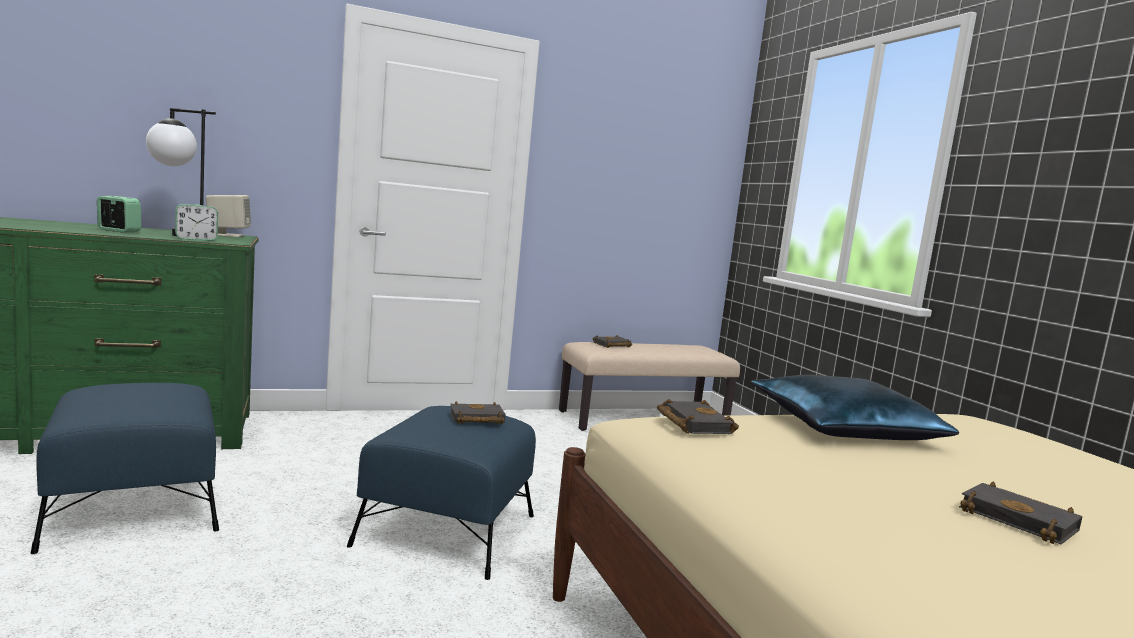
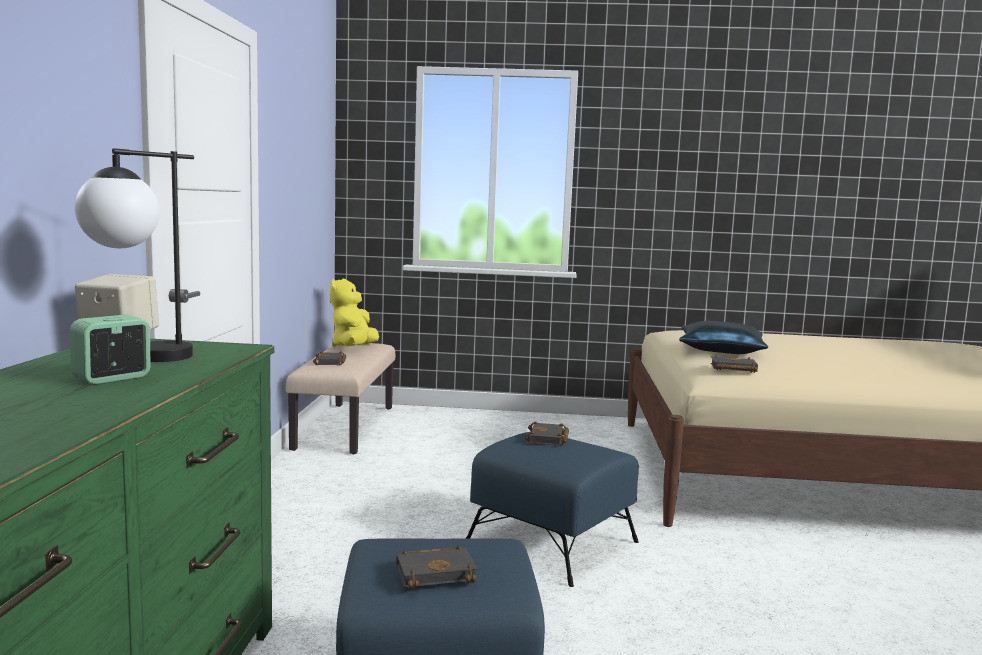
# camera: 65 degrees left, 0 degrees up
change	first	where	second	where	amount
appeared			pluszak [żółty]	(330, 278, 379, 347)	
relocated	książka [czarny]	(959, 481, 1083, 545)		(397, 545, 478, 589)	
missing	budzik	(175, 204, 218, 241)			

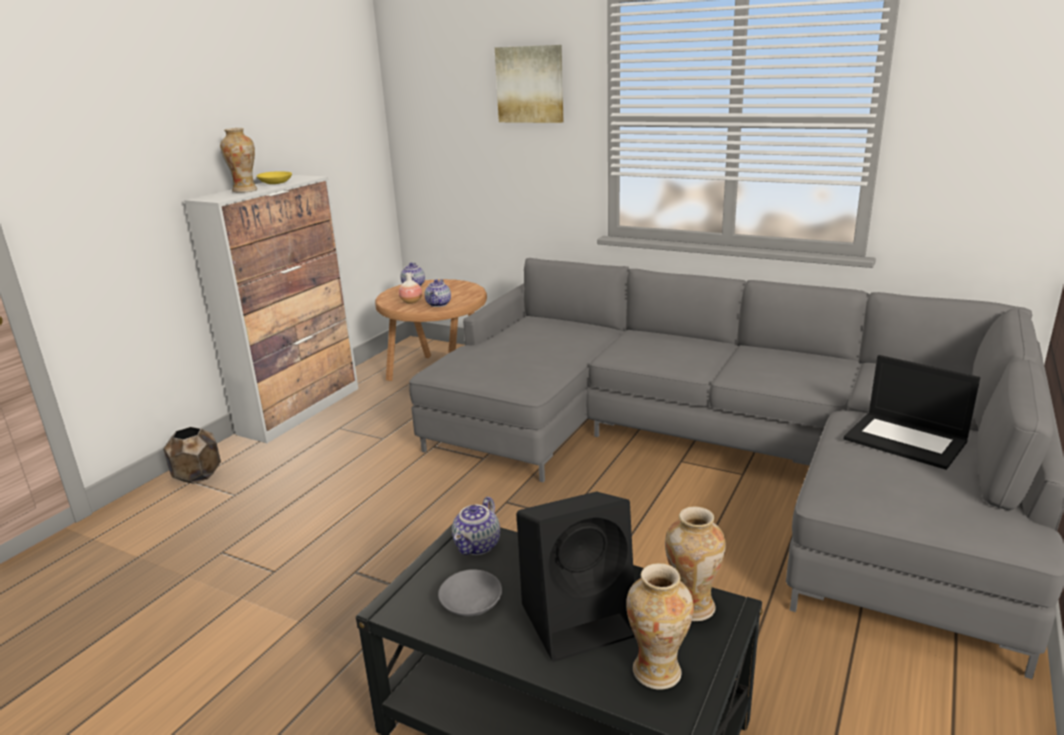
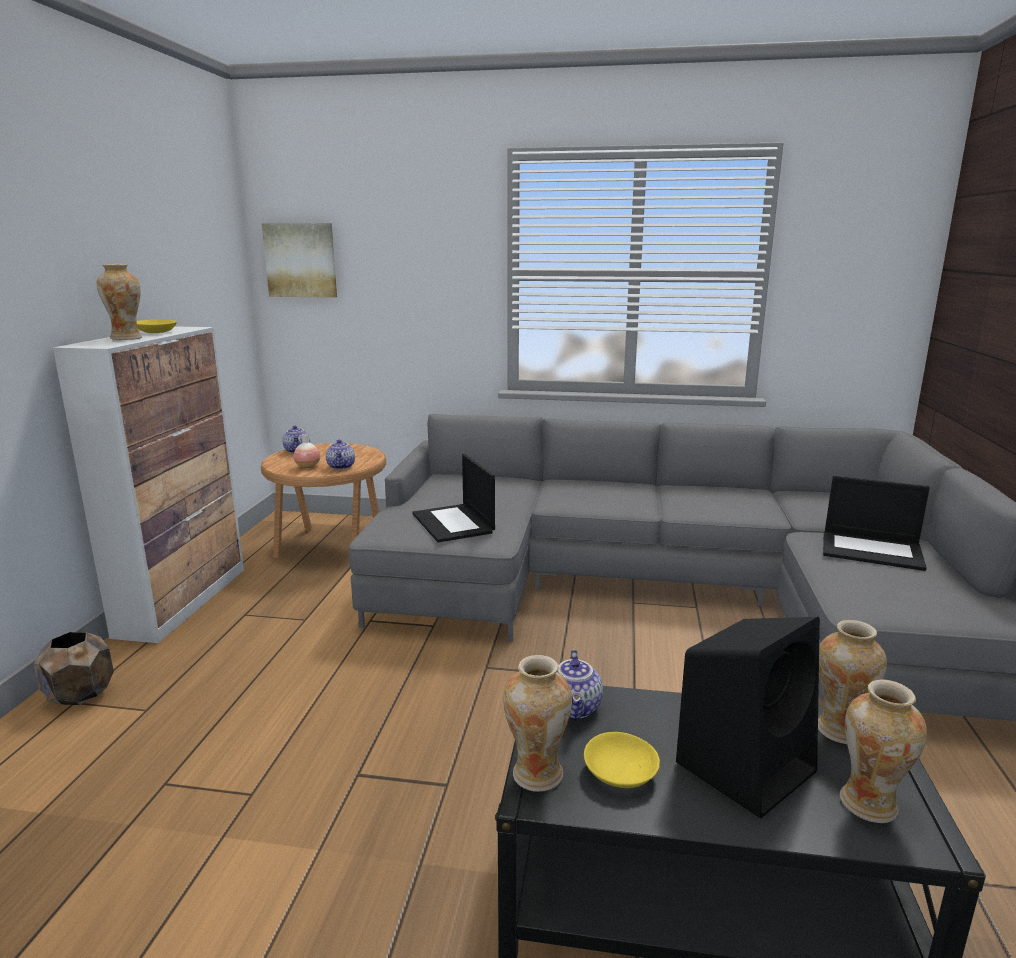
# camera: 20 degrees left, 5 degrees down
change	first	where	second	where	amount
relocated	obraz	(495, 45, 563, 123)		(262, 223, 337, 298)	
appeared			laptop	(413, 454, 495, 543)	
appeared			wazon	(503, 655, 572, 792)	
colour	miska [szary]	(438, 569, 502, 617)	miska [żółty]	(584, 732, 660, 788)	

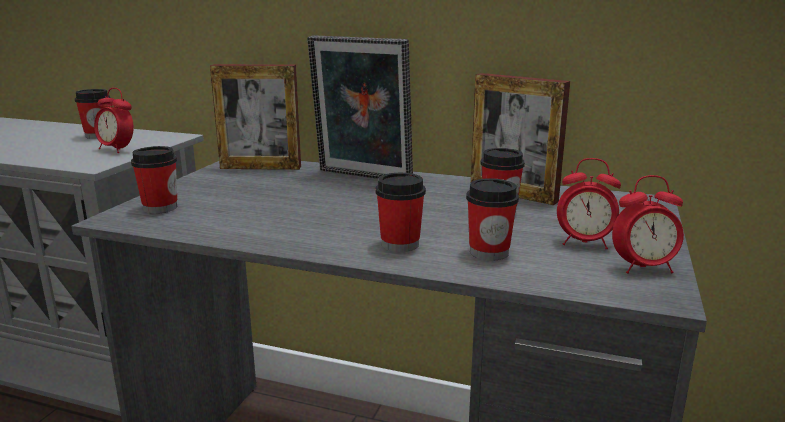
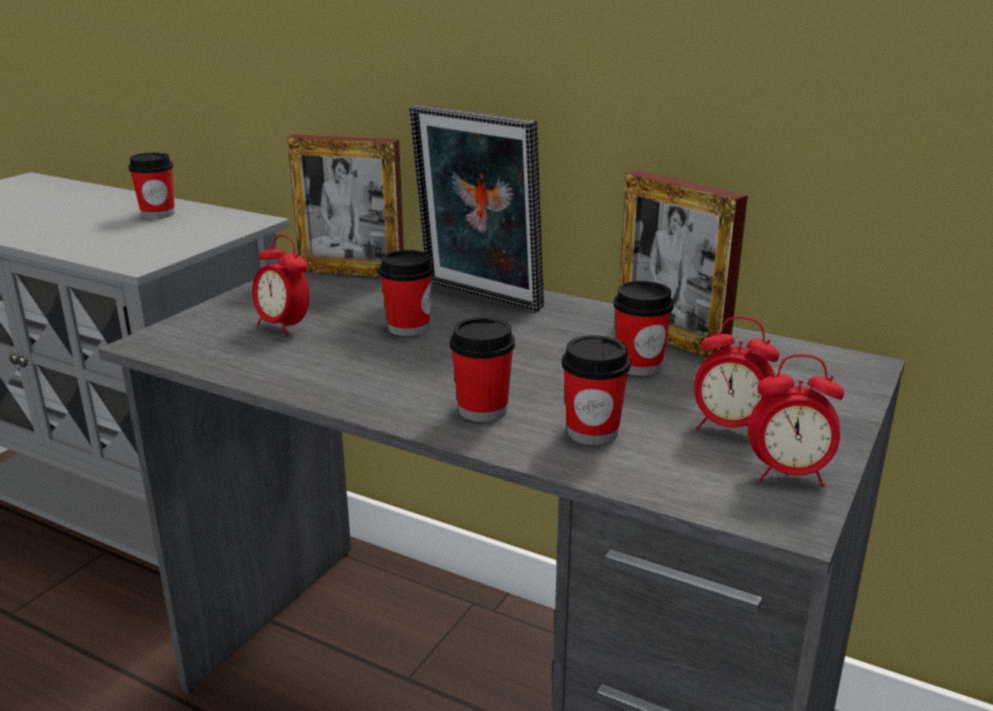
# camera: 10 degrees right, 5 degrees up
change	first	where	second	where	amount
relocated	budzik	(94, 88, 134, 153)		(252, 235, 310, 336)	
relocated	filiżanka	(131, 146, 177, 214)		(379, 250, 434, 336)	

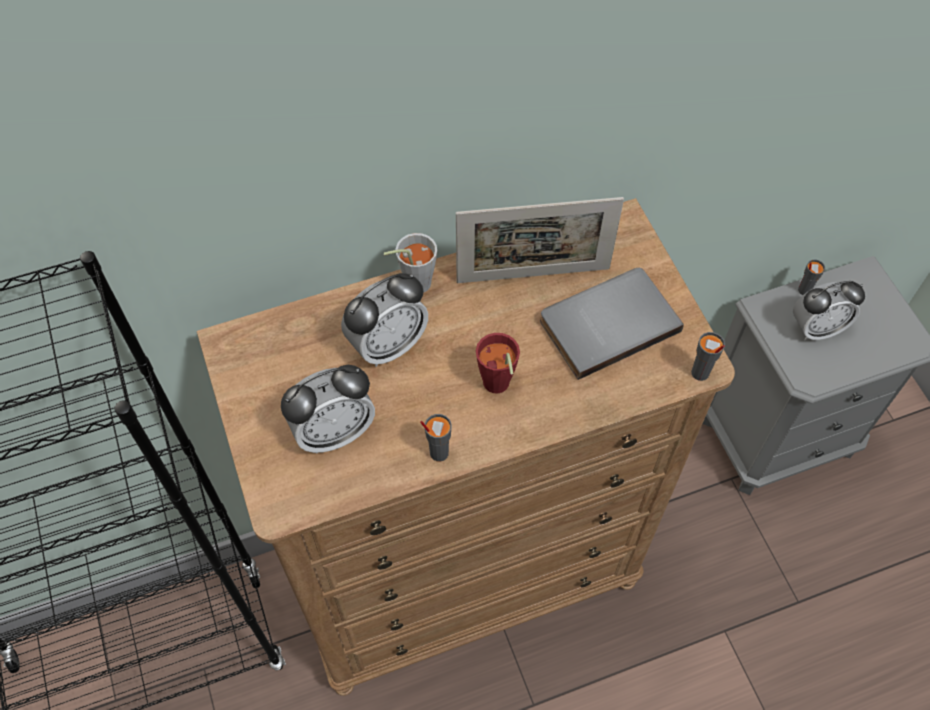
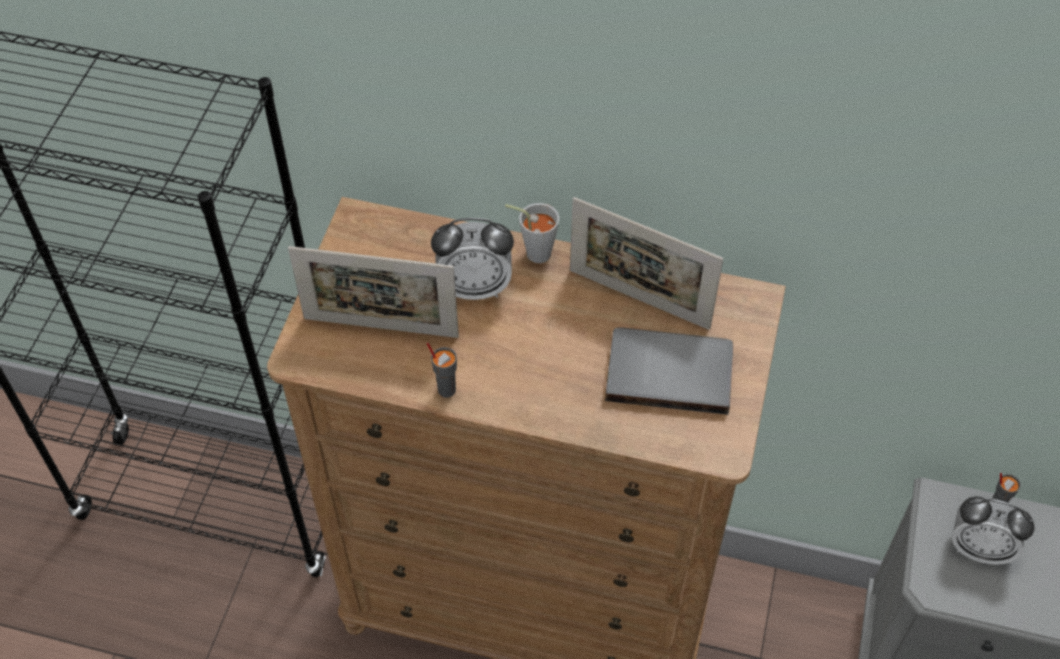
# camera: 35 degrees right, 5 degrees down
change	first	where	second	where	amount
exchanged	budzik	(281, 365, 375, 453)	ramka na zdjęcie	(288, 246, 459, 338)	
missing	filiżanka [czerwony]	(476, 333, 520, 393)			
missing	filiżanka [szary]	(691, 332, 725, 381)			

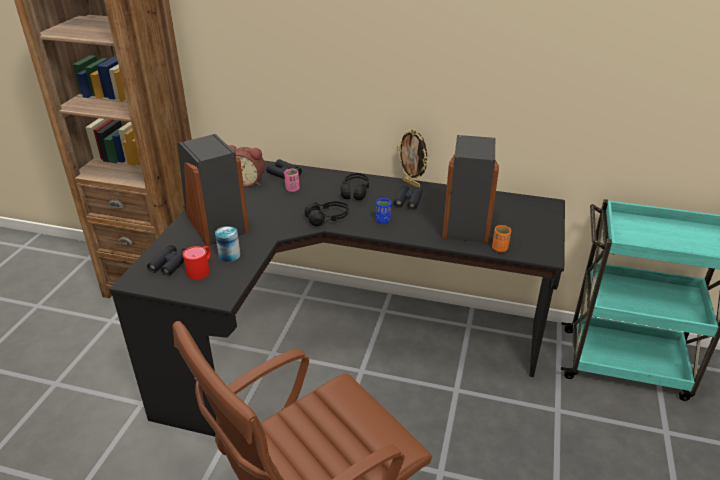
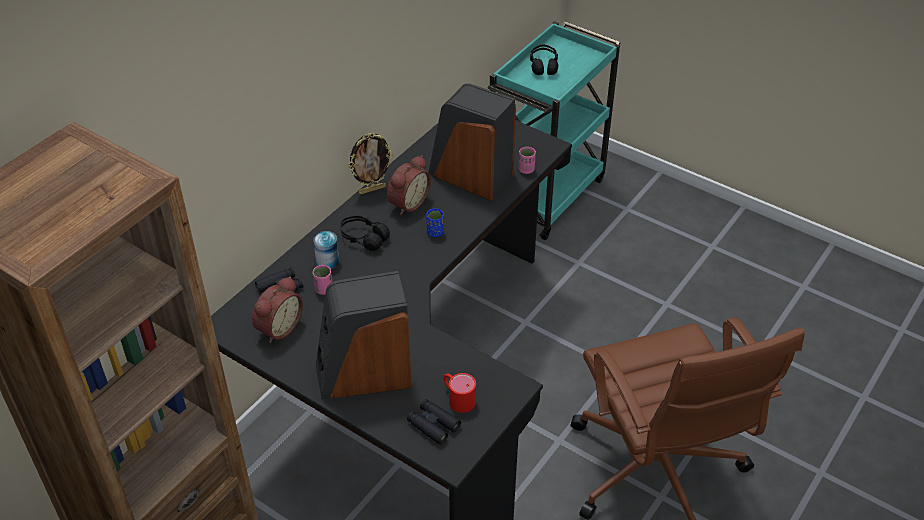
# camera: 70 degrees left, 10 degrees up
change	first	where	second	where	amount
relocated	puszka	(215, 226, 240, 262)		(313, 231, 339, 269)	
exchanged	lornetka [czarny]	(393, 185, 423, 210)	budzik	(387, 155, 431, 215)	
colour	filiżanka [pomarańczowy]	(492, 225, 511, 252)	filiżanka [różowy]	(518, 147, 536, 174)	
relocated	słuchawki [czarny]	(304, 201, 349, 226)		(530, 44, 558, 75)	

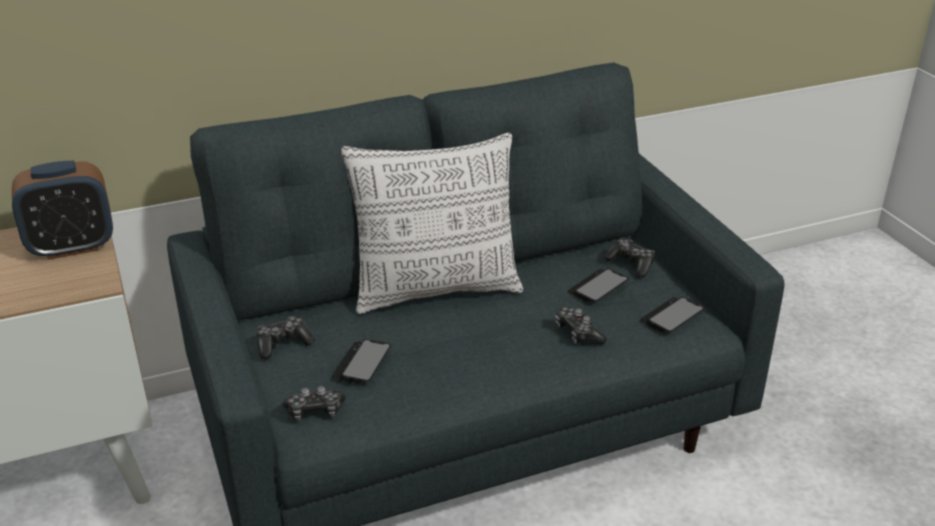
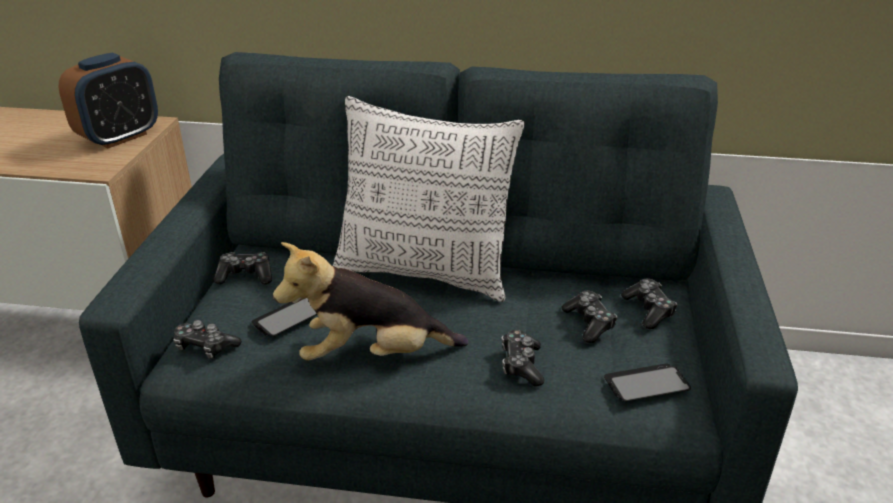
# camera: 30 degrees right, 0 degrees up
change	first	where	second	where	amount
spun	budzik	(12, 161, 113, 260)		(59, 53, 158, 148)	60 degrees counterclockwise
appeared			pluszak	(273, 242, 469, 361)	
exchanged	telefon	(567, 269, 629, 302)	pad do gier	(561, 291, 617, 343)	

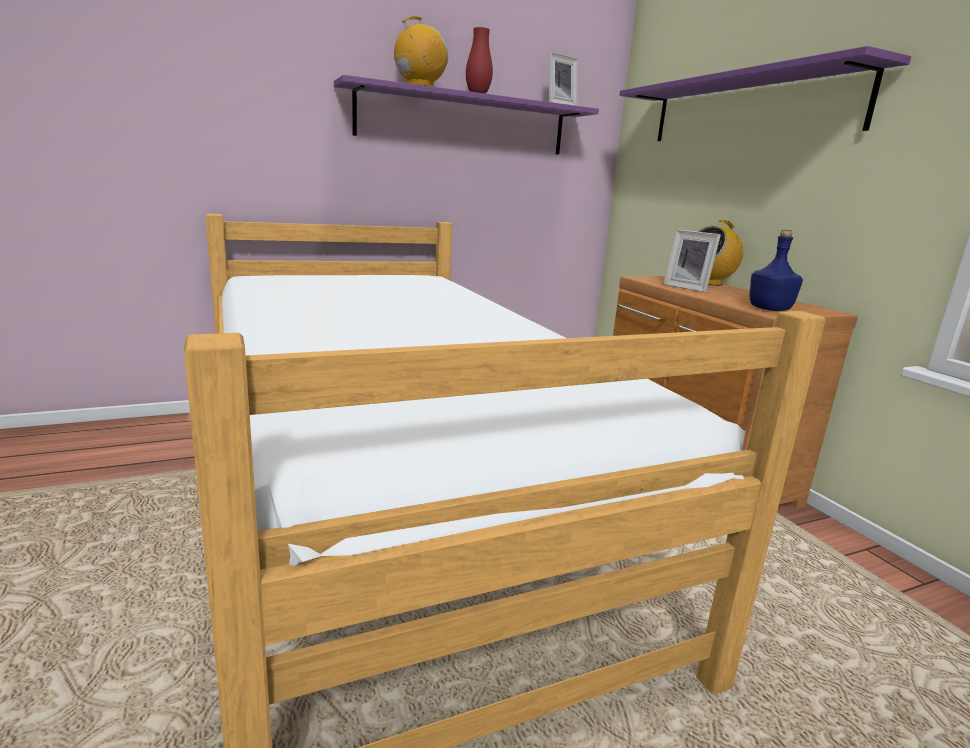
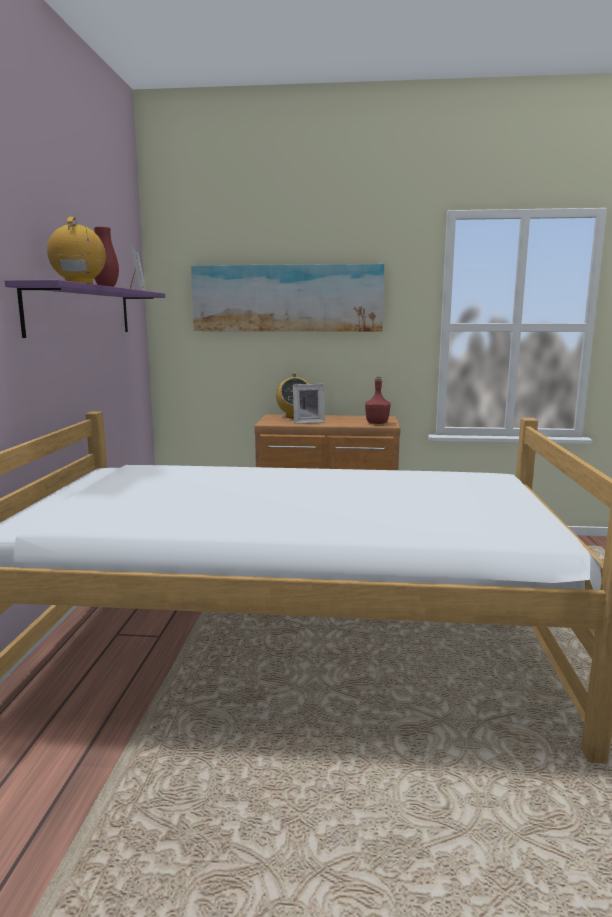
# camera: 60 degrees left, 5 degrees down
change	first	where	second	where	amount
exchanged	półka [fioletowy]	(619, 46, 911, 141)	obraz	(191, 264, 384, 332)	
colour	butelka [niebieski]	(749, 230, 803, 311)	butelka [czerwony]	(365, 377, 390, 424)	

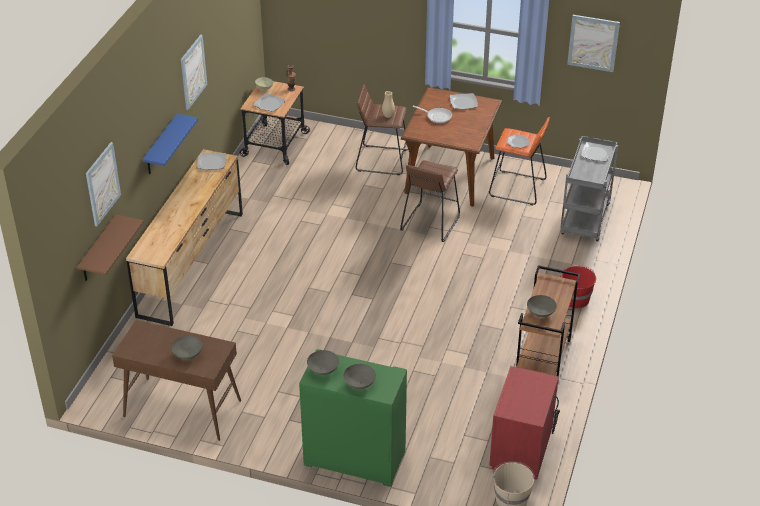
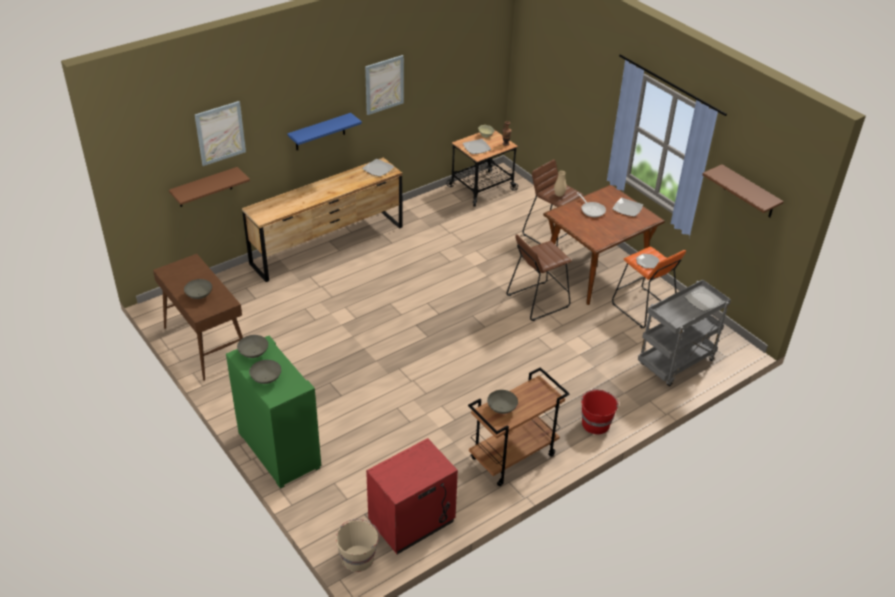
# camera: 35 degrees right, 0 degrees up
change	first	where	second	where	amount
exchanged	obraz	(567, 15, 620, 72)	półka [brązowy]	(702, 164, 784, 218)	

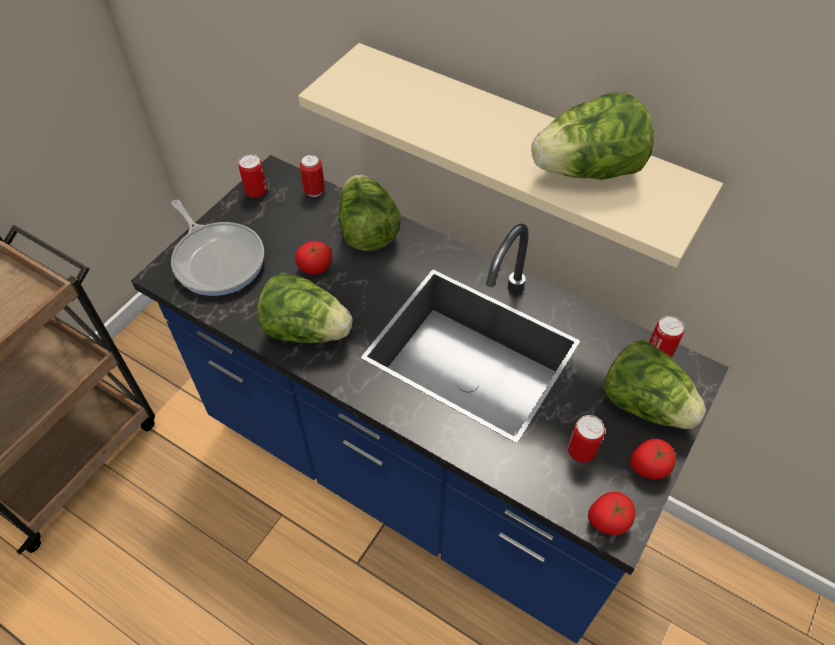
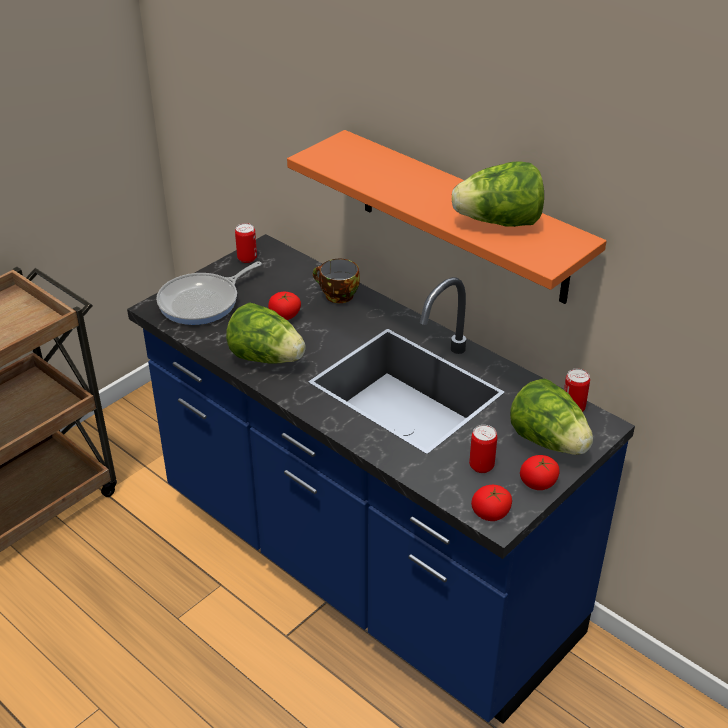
# camera: 10 degrees right, 15 degrees down
change	first	where	second	where	amount
spun	patelnia	(171, 200, 264, 296)		(156, 261, 262, 325)	75 degrees clockwise
colour	półka [beżowy]	(298, 43, 723, 268)	półka [pomarańczowy]	(287, 130, 606, 304)	
exchanged	sałata	(339, 174, 401, 251)	filiżanka	(313, 259, 360, 303)	
missing	puszka	(299, 154, 325, 197)			

